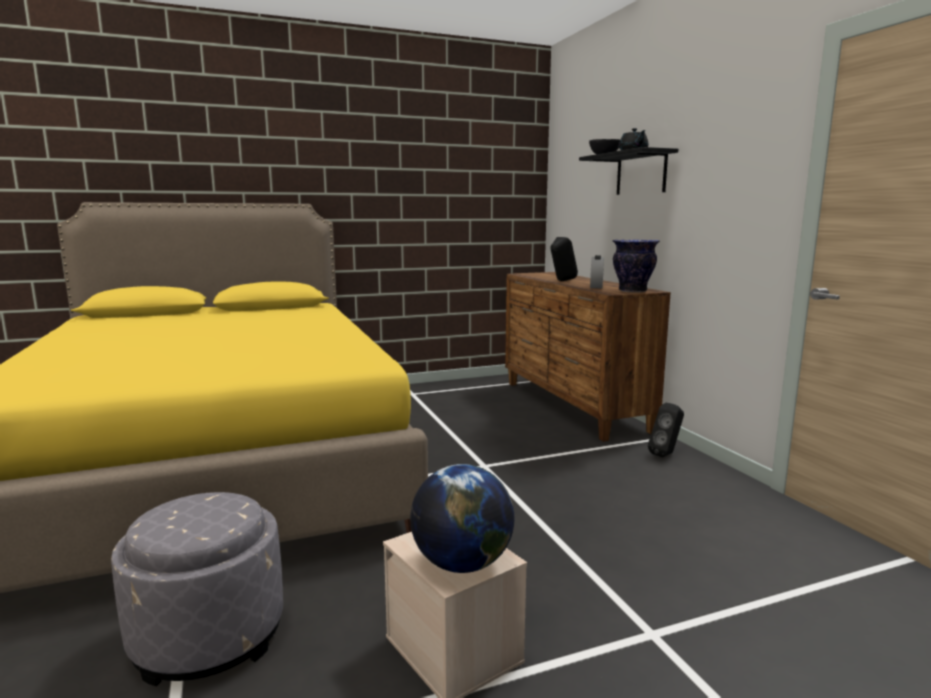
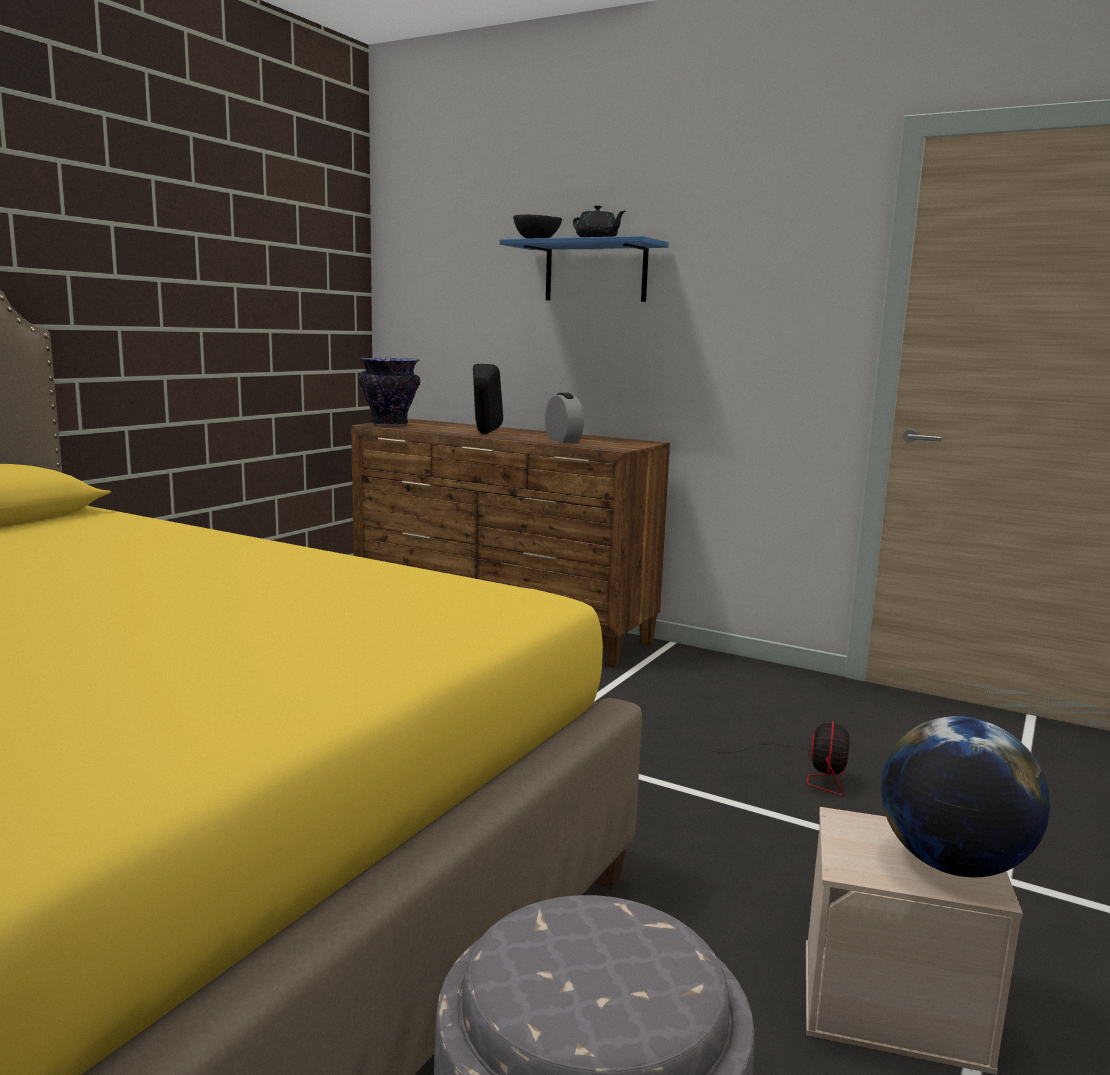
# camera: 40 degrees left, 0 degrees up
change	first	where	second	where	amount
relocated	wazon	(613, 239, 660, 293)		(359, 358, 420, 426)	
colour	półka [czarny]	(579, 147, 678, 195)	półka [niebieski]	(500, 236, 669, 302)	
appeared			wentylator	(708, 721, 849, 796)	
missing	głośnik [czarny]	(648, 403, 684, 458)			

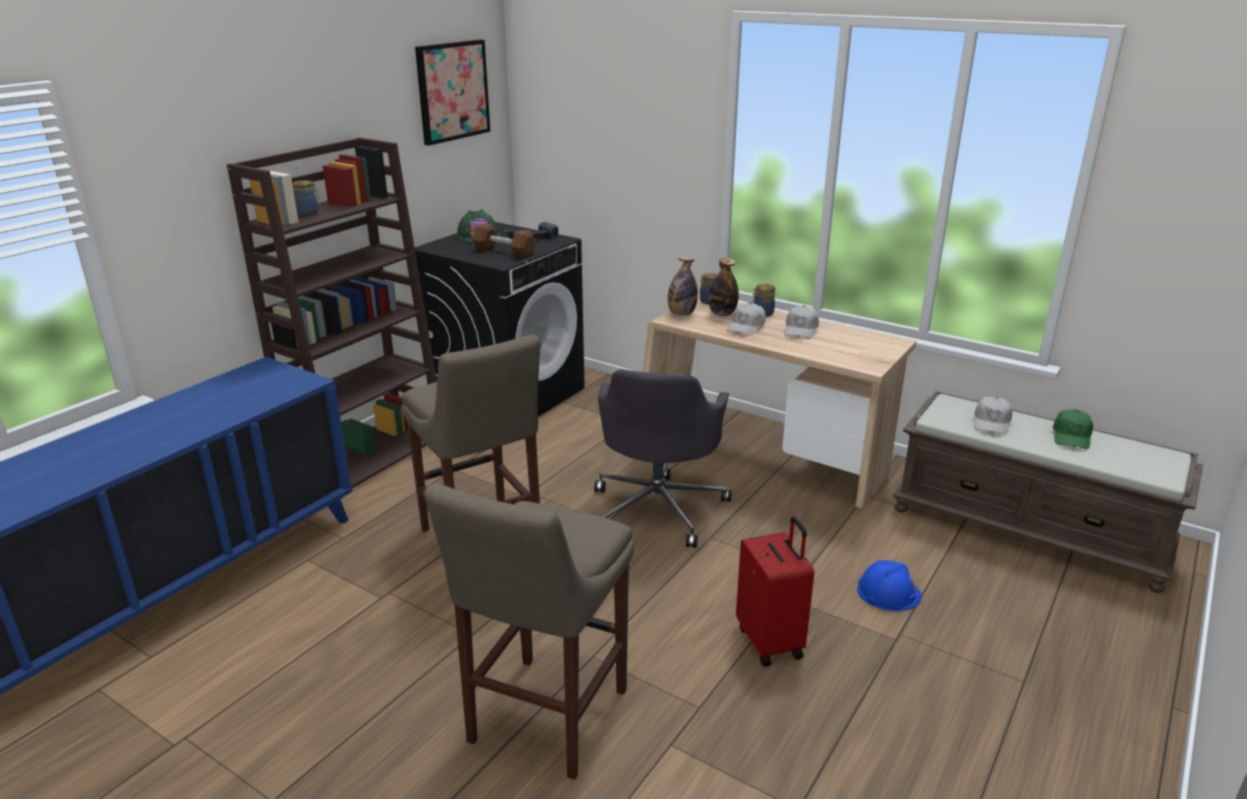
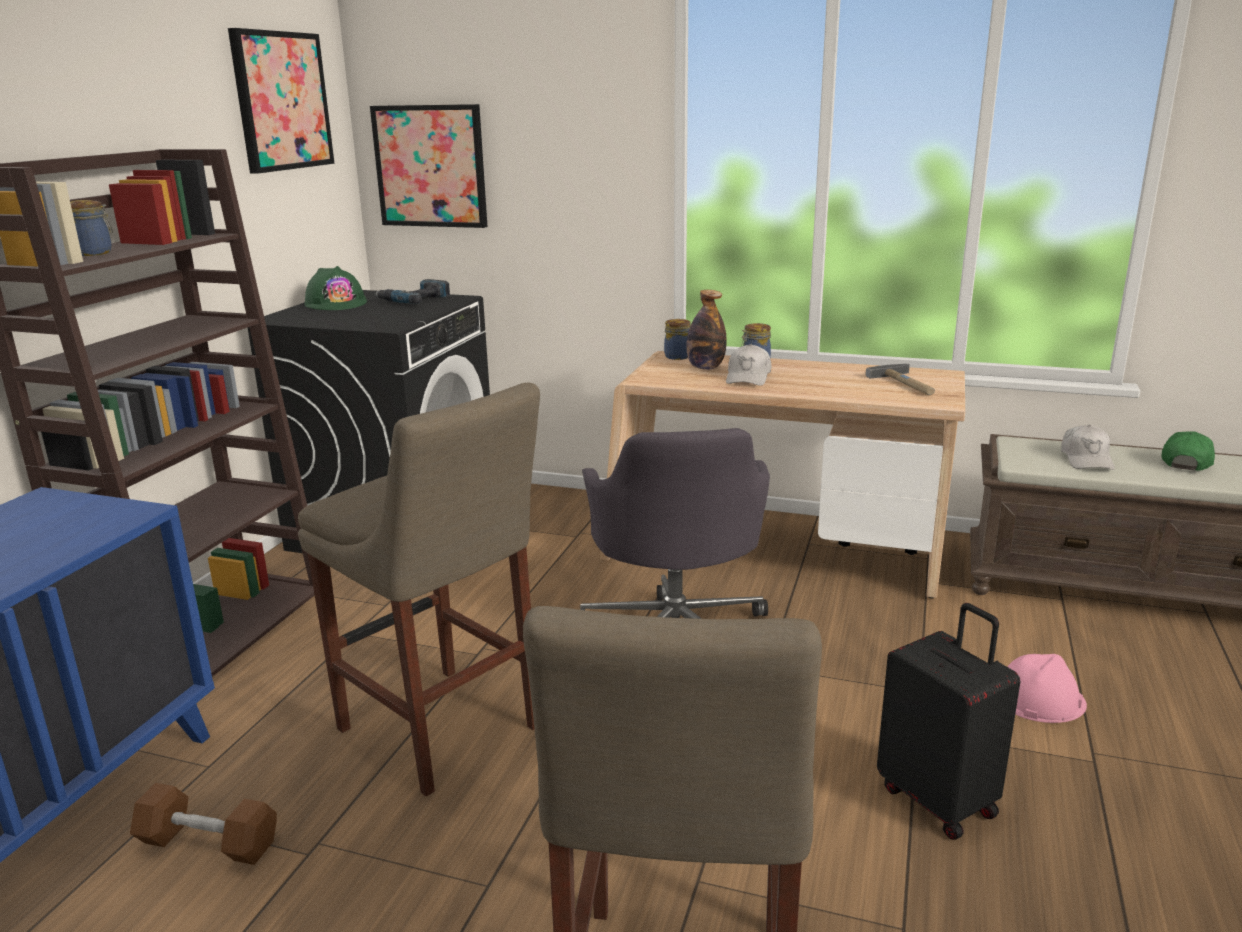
# camera: 15 degrees left, 5 degrees down
change	first	where	second	where	amount
relocated	hantel [brązowy]	(472, 223, 535, 258)		(130, 783, 277, 865)	
appeared			obraz	(370, 104, 488, 228)	
appeared			młotek	(865, 364, 935, 395)	
colour	walizka [czerwony]	(736, 516, 814, 667)	walizka [czarny]	(877, 603, 1020, 840)	
colour	kask [niebieski]	(857, 560, 922, 611)	kask [różowy]	(1007, 654, 1087, 723)	
spun	czapka z daszkiem [zielony]	(1053, 409, 1093, 449)		(1162, 431, 1215, 471)	150 degrees counterclockwise
missing	butelka	(668, 257, 698, 316)			
missing	czapka z daszkiem [biały]	(784, 305, 819, 338)			

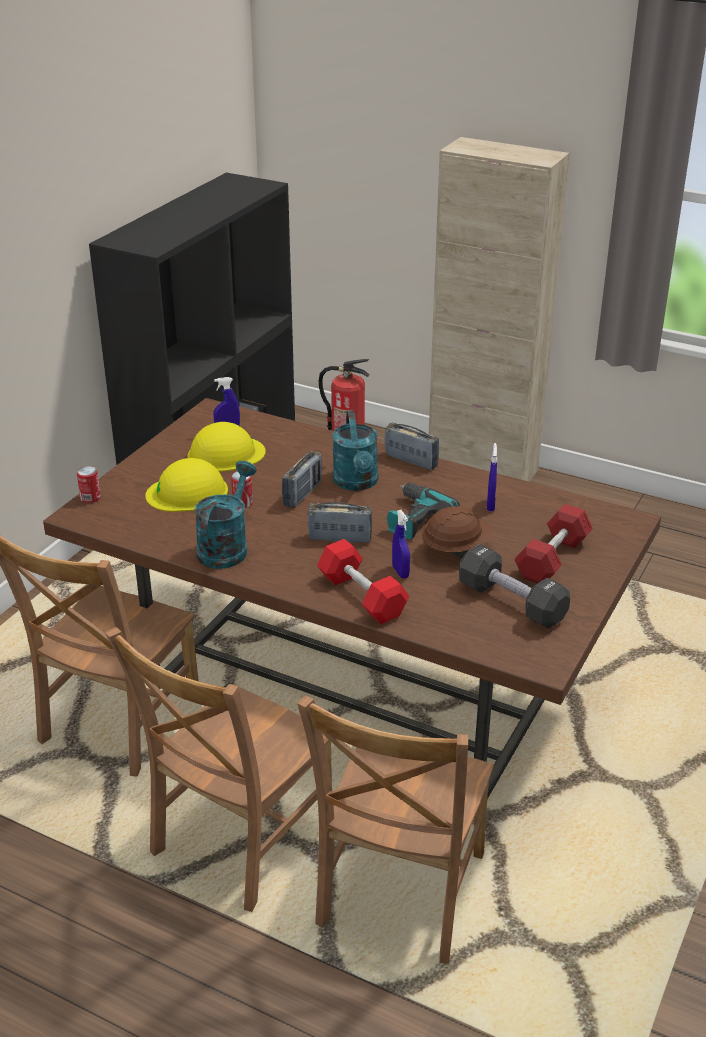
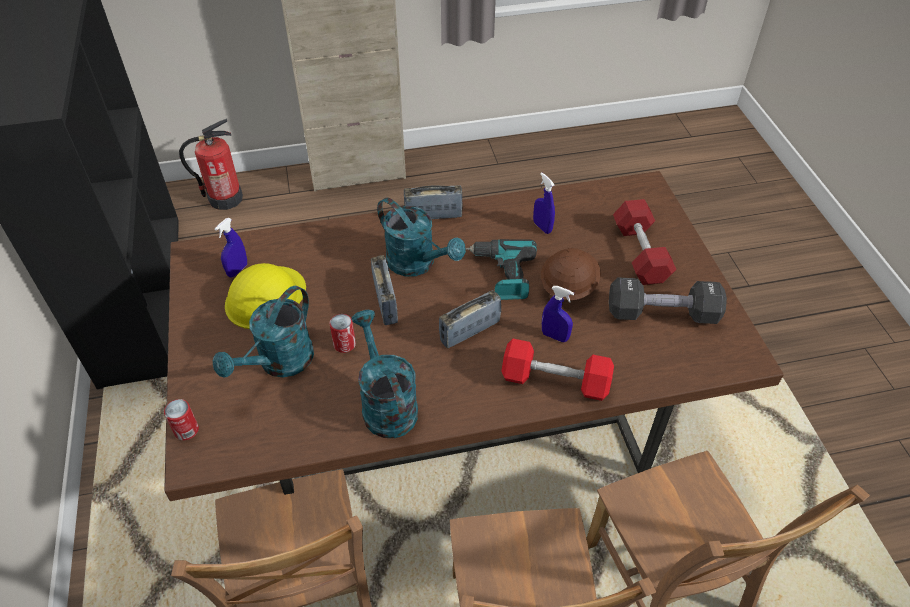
# camera: 40 degrees left, 15 degrees up
change	first	where	second	where	amount
exchanged	kask [żółty]	(145, 458, 228, 512)	konewka [turkusowy]	(213, 286, 314, 377)	

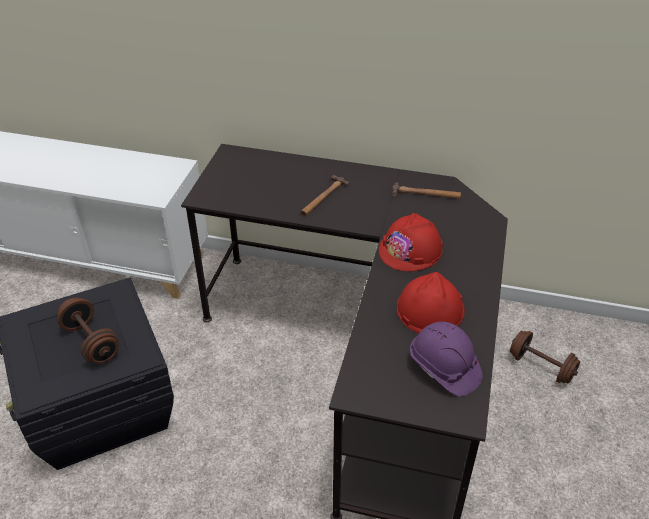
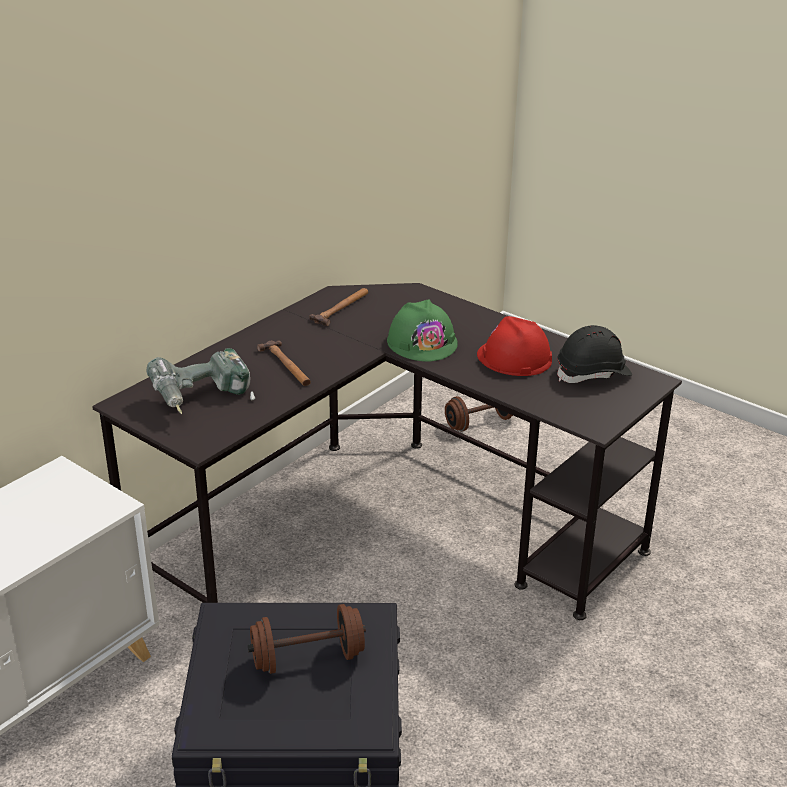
# camera: 65 degrees left, 10 degrees down
change	first	where	second	where	amount
appeared			wiertarka	(147, 348, 255, 414)	
colour	kask [czerwony]	(379, 213, 443, 271)	kask [zielony]	(387, 299, 458, 362)	
colour	kask [fioletowy]	(410, 322, 483, 396)	kask [czarny]	(557, 325, 632, 383)	

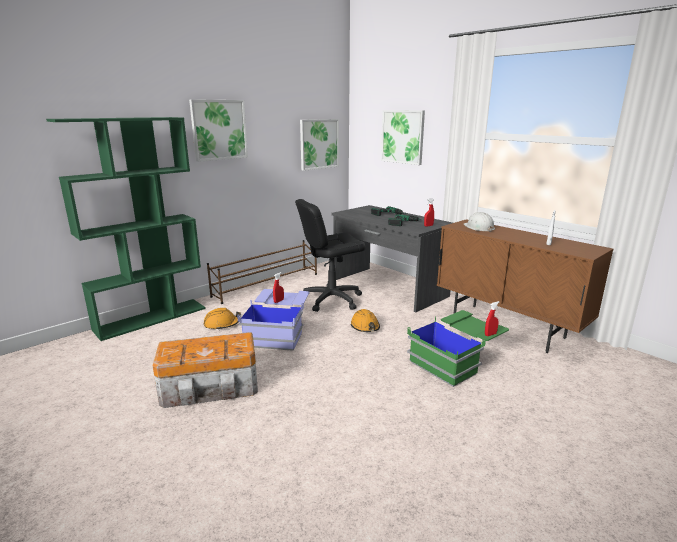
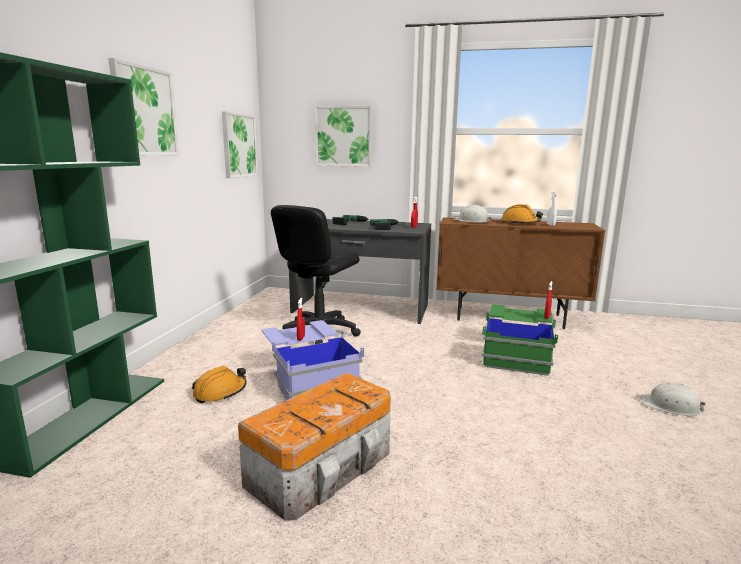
# camera: 35 degrees left, 5 degrees down
change	first	where	second	where	amount
relocated	kask [pomarańczowy]	(351, 309, 380, 332)		(501, 204, 543, 223)	
appeared			kask [biały]	(640, 382, 706, 416)	
missing	regał na buty [brązowy]	(207, 240, 317, 304)			

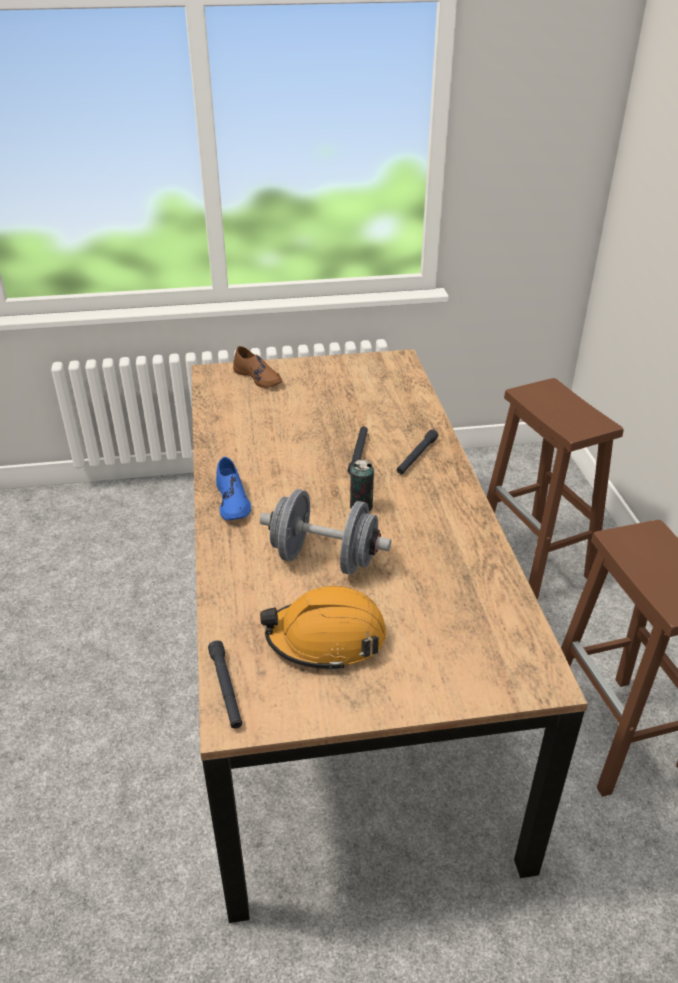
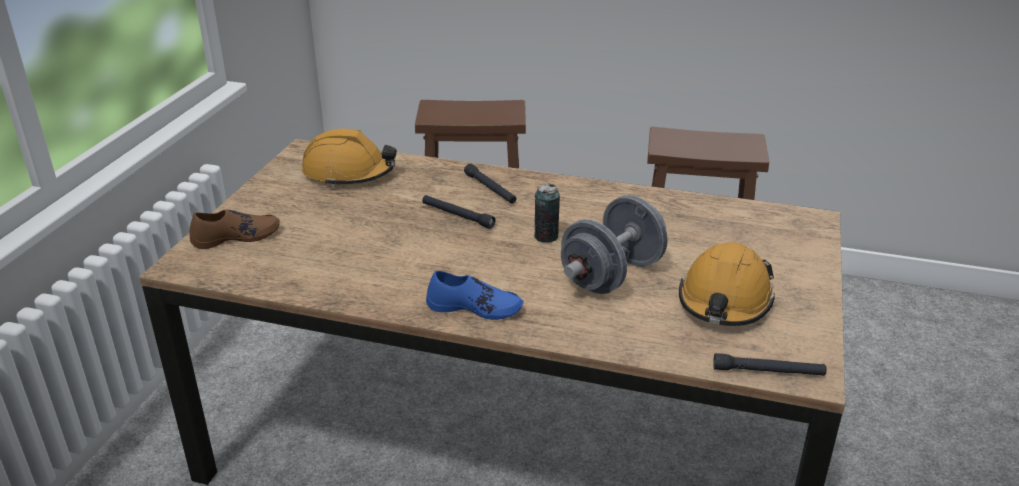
# camera: 65 degrees left, 5 degrees down
change	first	where	second	where	amount
appeared			kask [pomarańczowy]	(302, 129, 397, 187)	

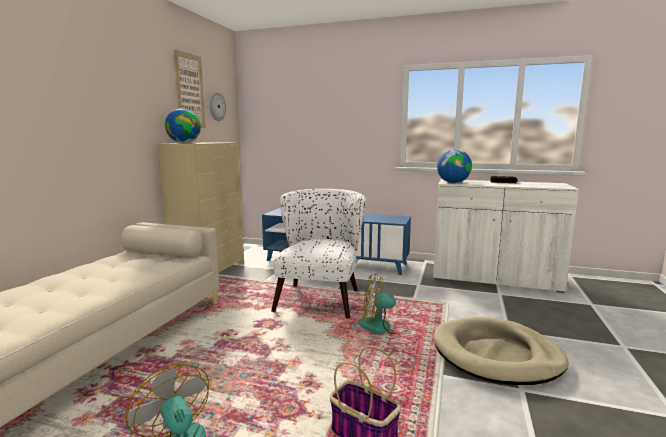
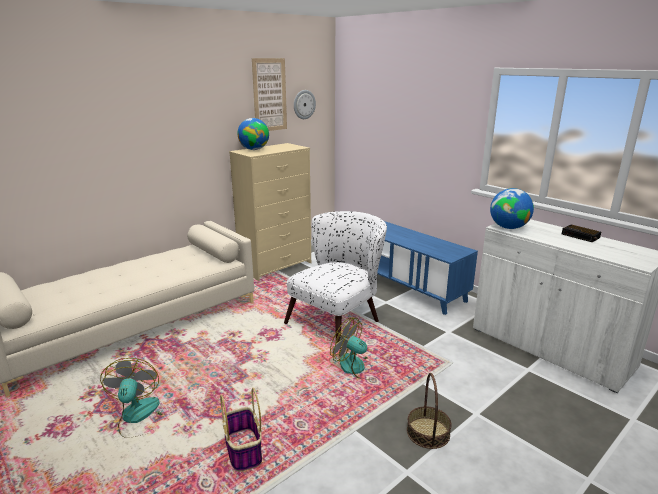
# camera: 30 degrees right, 10 degrees up
change	first	where	second	where	amount
exchanged	legowisko [beżowy]	(433, 317, 568, 385)	koszyk	(407, 373, 452, 449)	

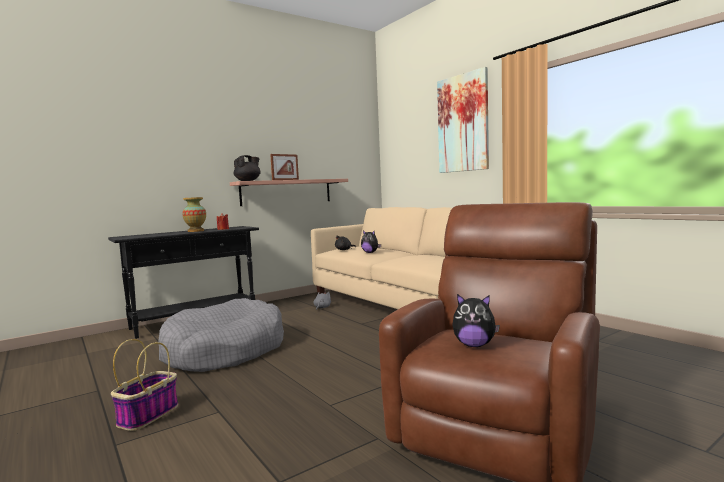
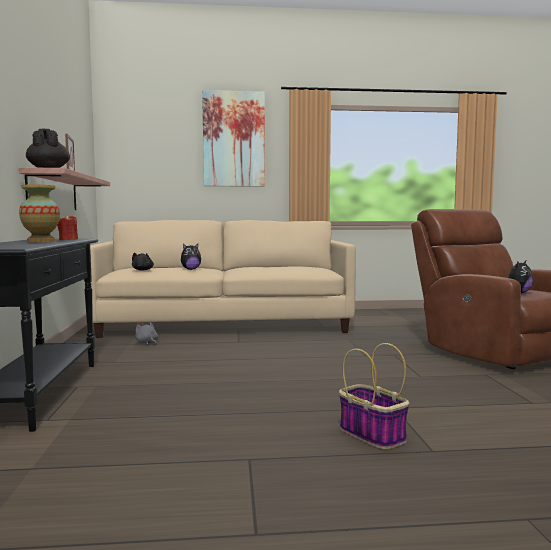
# camera: 60 degrees left, 0 degrees up
change	first	where	second	where	amount
missing	legowisko [szary]	(158, 298, 284, 372)			

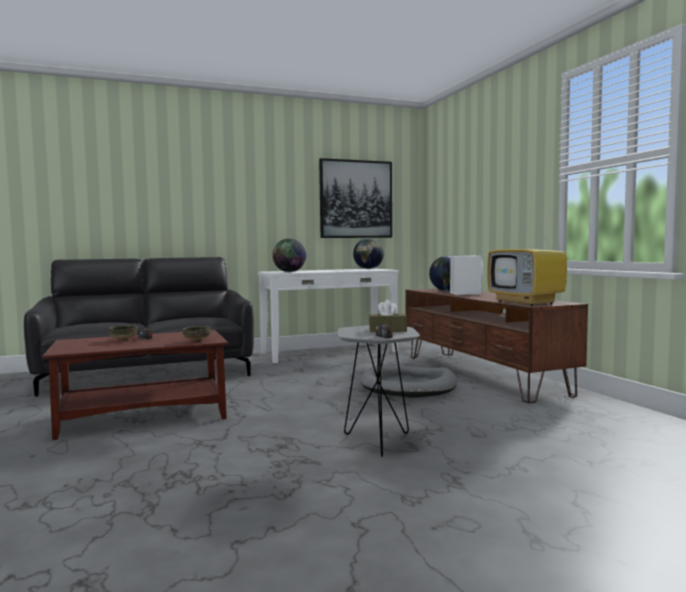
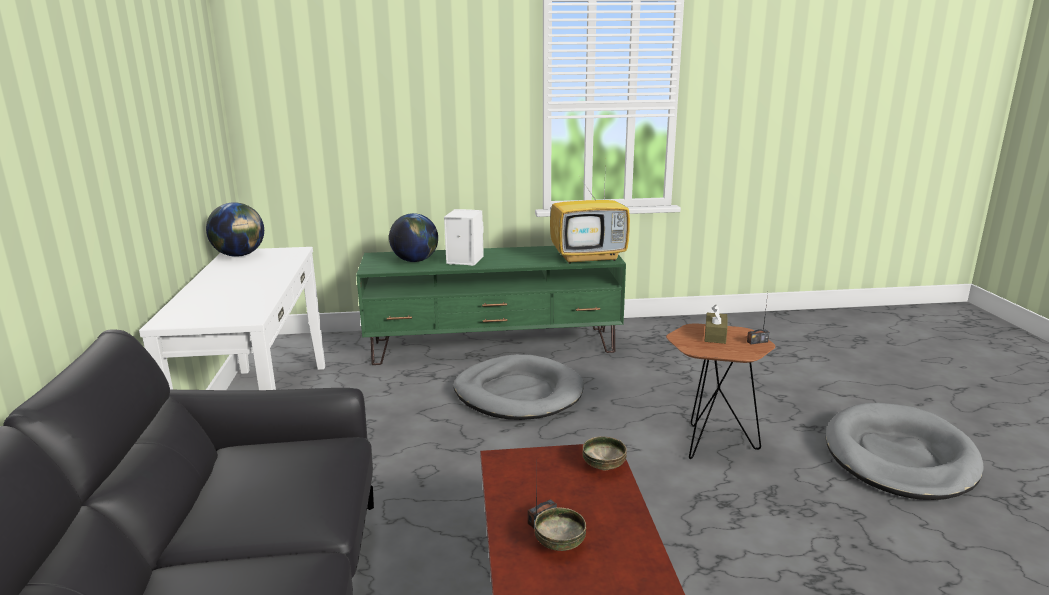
# camera: 75 degrees left, 15 degrees up
change	first	where	second	where	amount
colour	szafka pod telewizor [brązowy]	(406, 288, 588, 403)	szafka pod telewizor [zielony]	(356, 246, 626, 365)	
colour	stolik [szary]	(338, 325, 420, 457)	stolik [brązowy]	(666, 324, 775, 459)	
appeared			legowisko [szary]	(825, 403, 984, 500)	
missing	globus	(272, 239, 306, 272)			
missing	obraz	(319, 158, 392, 238)			

